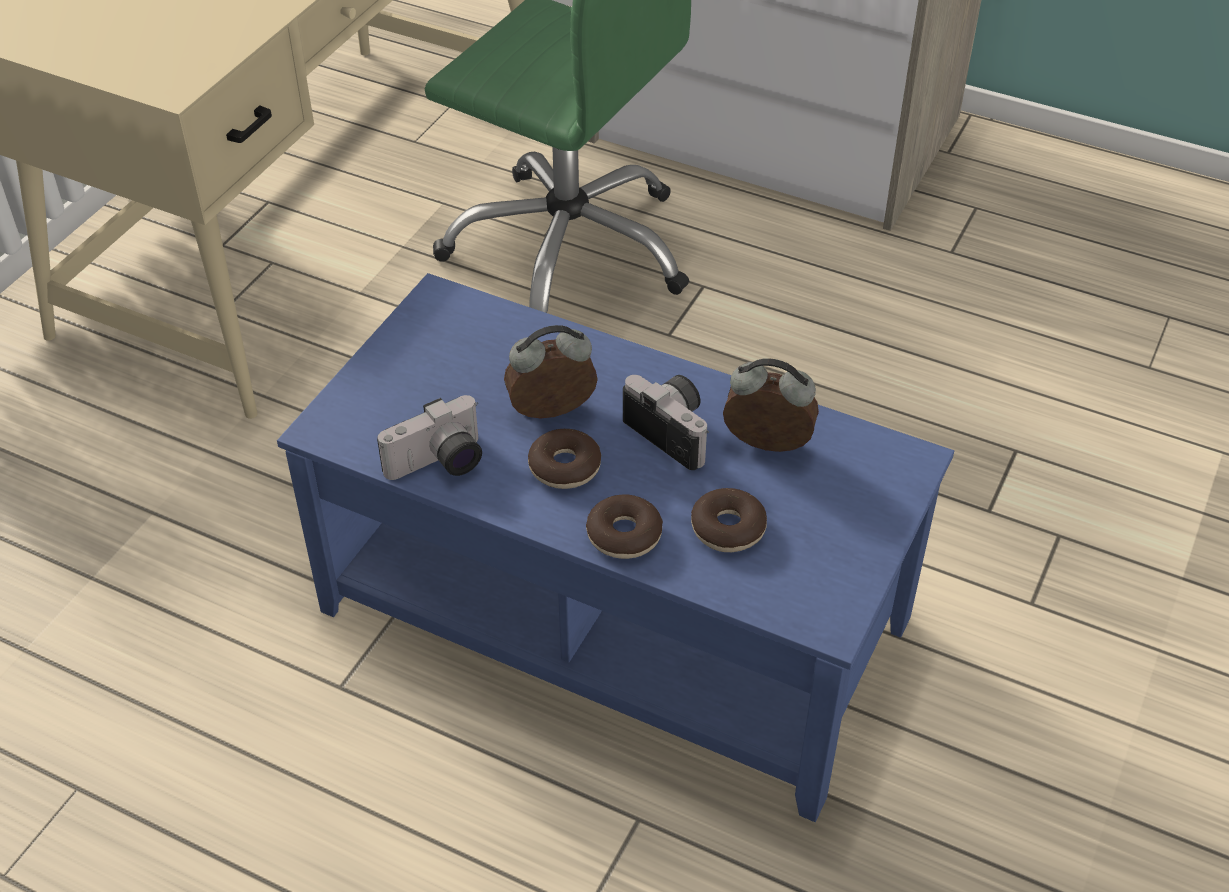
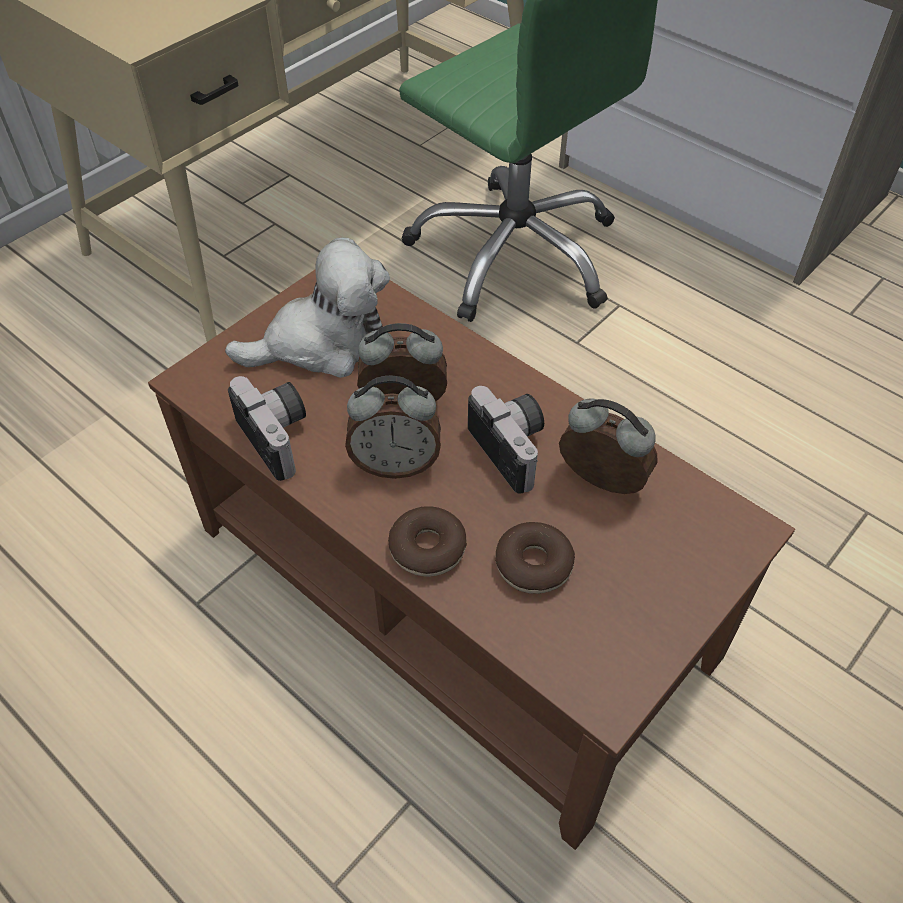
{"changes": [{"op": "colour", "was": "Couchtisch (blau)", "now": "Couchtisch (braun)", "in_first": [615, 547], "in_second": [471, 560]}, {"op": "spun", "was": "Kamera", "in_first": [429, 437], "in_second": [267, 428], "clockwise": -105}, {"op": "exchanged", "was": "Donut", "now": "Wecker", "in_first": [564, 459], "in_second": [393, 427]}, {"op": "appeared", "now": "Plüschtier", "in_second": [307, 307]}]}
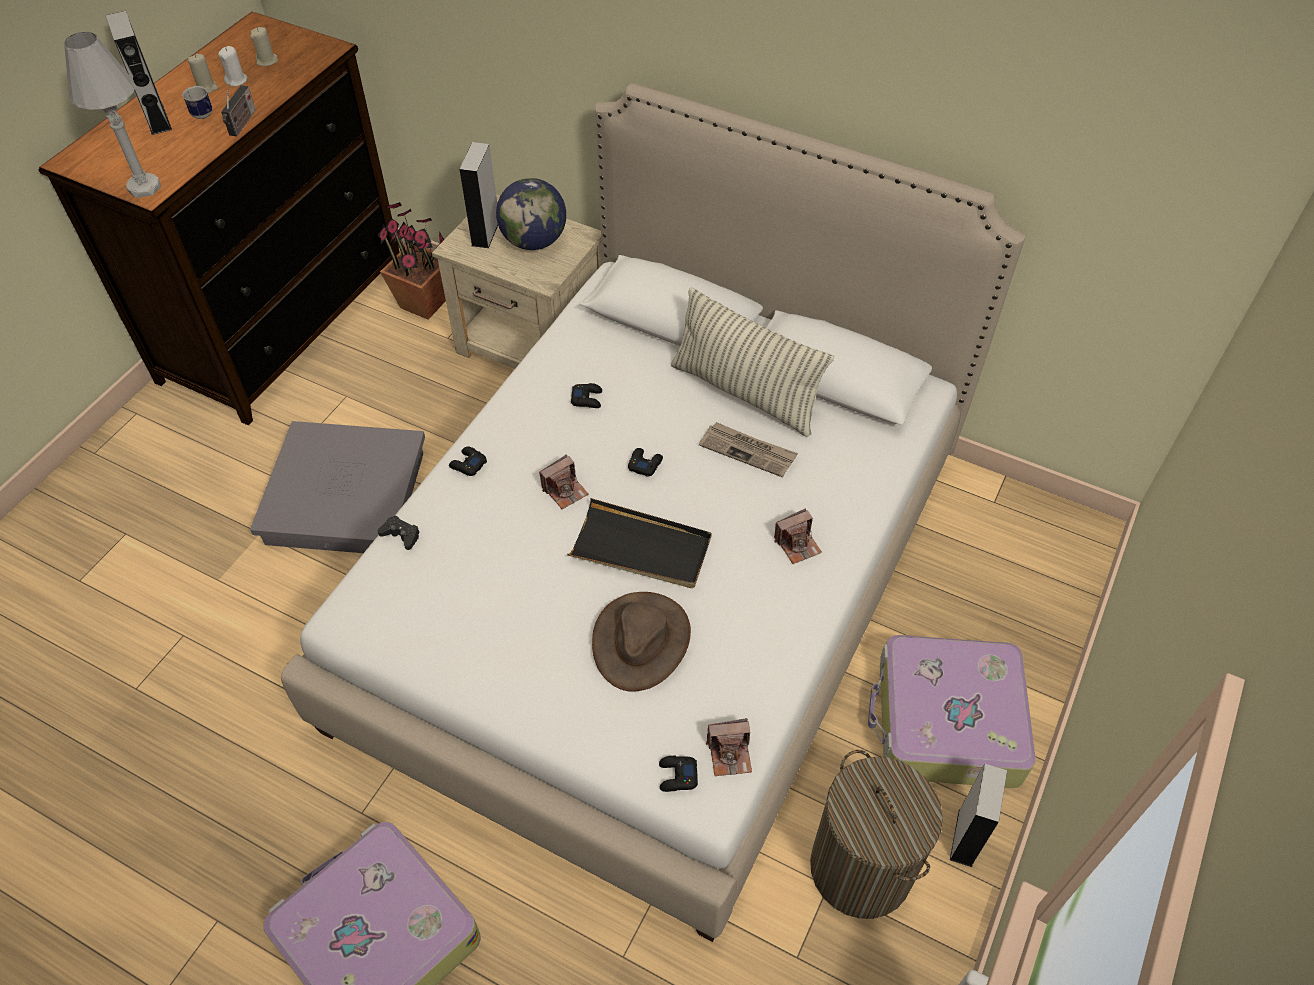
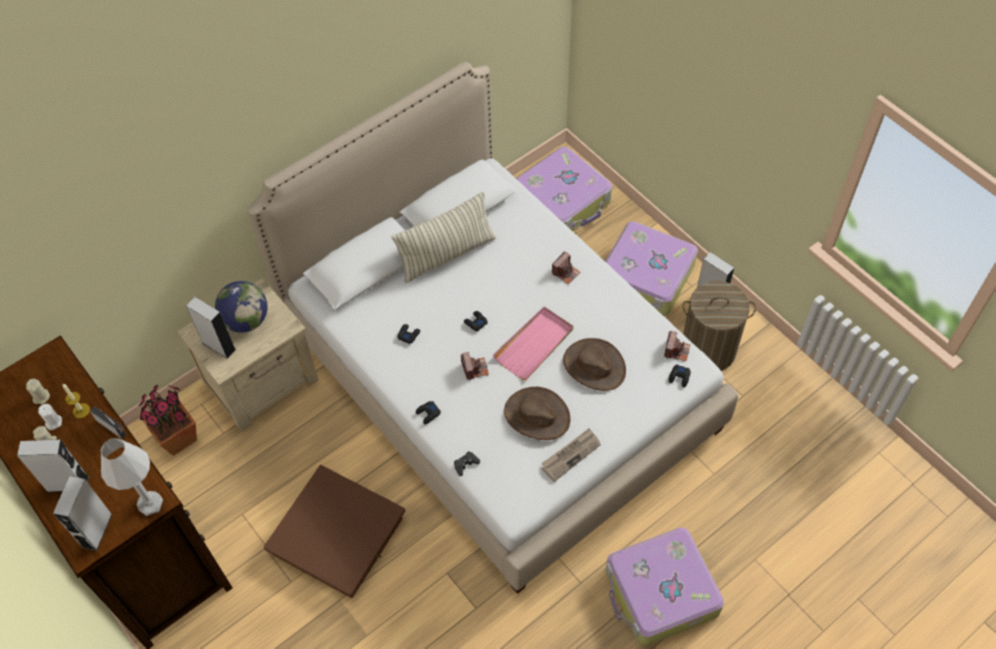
{"changes": [{"op": "missing", "was": "Henkelbecher", "in_first": [197, 102]}, {"op": "colour", "was": "Aufbewahrungsbox (grau)", "now": "Aufbewahrungsbox (braun)", "in_first": [337, 487], "in_second": [334, 531]}, {"op": "relocated", "was": "Zeitung", "in_first": [748, 449], "in_second": [571, 455]}, {"op": "colour", "was": "Tablett (schwarz)", "now": "Tablett (rosa)", "in_first": [639, 543], "in_second": [533, 343]}, {"op": "spun", "was": "Kamera", "in_first": [798, 536], "in_second": [566, 267], "clockwise": 45}, {"op": "appeared", "now": "Koffer", "in_second": [564, 188]}, {"op": "appeared", "now": "Kerze", "in_second": [76, 401]}, {"op": "appeared", "now": "Hut (braun)", "in_second": [537, 413]}, {"op": "appeared", "now": "Lautsprecher (grau)", "in_second": [82, 513]}]}
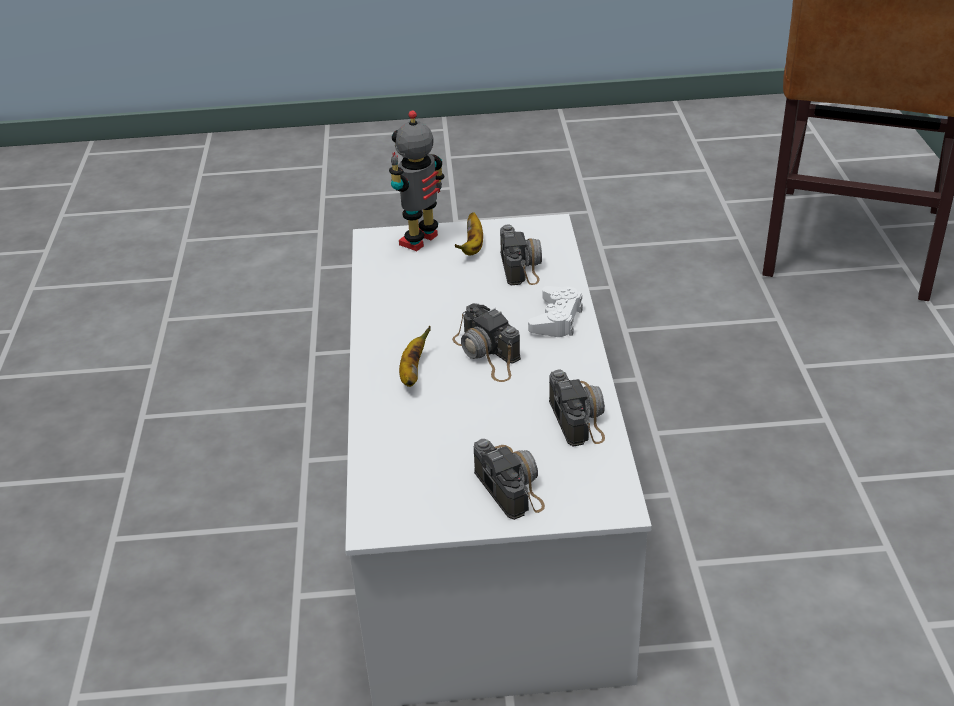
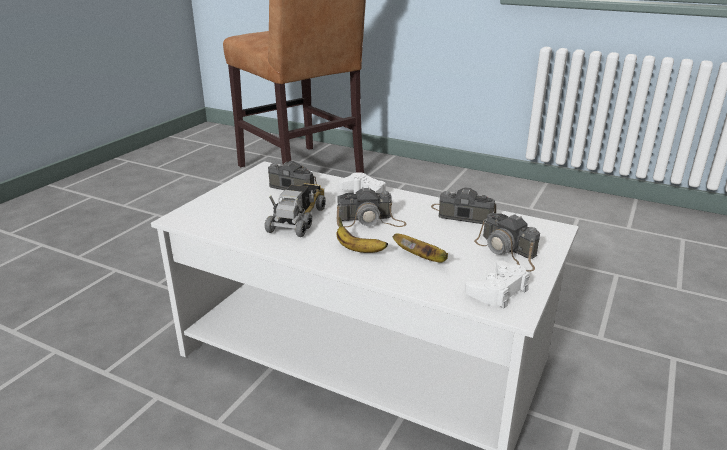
{"changes": [{"op": "missing", "was": "Spielzeugroboter", "in_first": [417, 180]}, {"op": "relocated", "was": "Banane", "in_first": [469, 234], "in_second": [420, 248]}, {"op": "spun", "was": "Kamera", "in_first": [509, 479], "in_second": [507, 242], "clockwise": -135}, {"op": "appeared", "now": "Spielzeuglaster", "in_second": [295, 210]}, {"op": "appeared", "now": "Gamepad (weiß)", "in_second": [497, 284]}]}
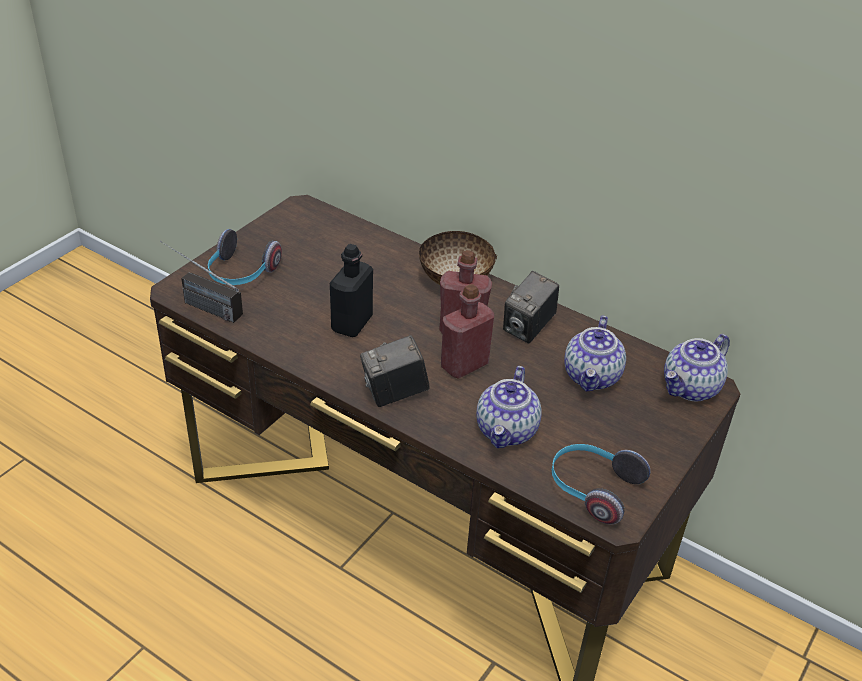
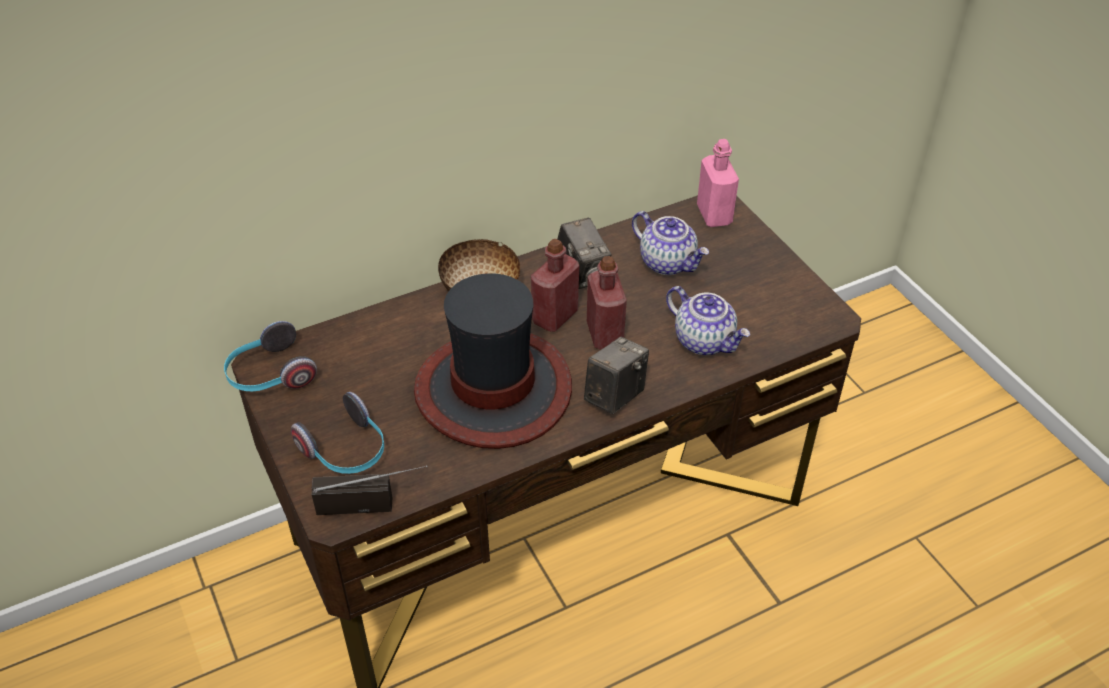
{"changes": [{"op": "spun", "was": "Radio", "in_first": [201, 282], "in_second": [370, 490], "clockwise": -150}, {"op": "exchanged", "was": "Flasche (schwarz)", "now": "Hut", "in_first": [351, 290], "in_second": [493, 361]}, {"op": "exchanged", "was": "Teekanne", "now": "Flasche (rosa)", "in_first": [697, 367], "in_second": [718, 183]}, {"op": "spun", "was": "Kamera", "in_first": [394, 371], "in_second": [616, 375], "clockwise": -150}, {"op": "relocated", "was": "Kopfhörer", "in_first": [601, 484], "in_second": [270, 356]}]}
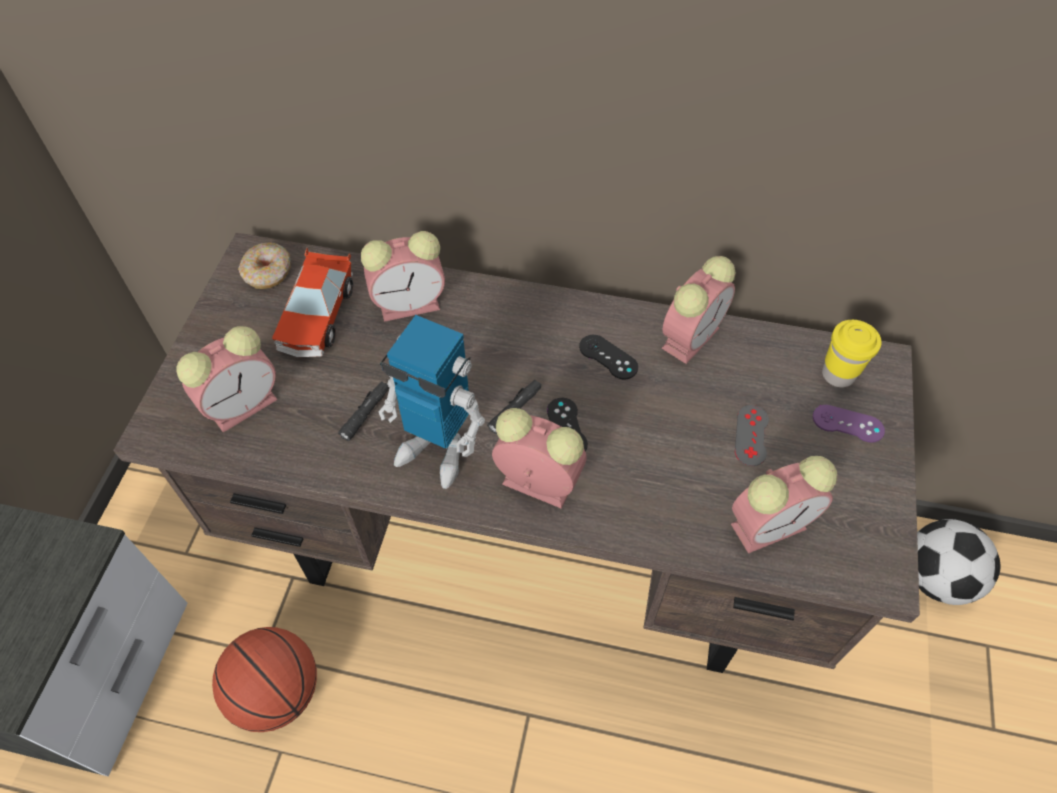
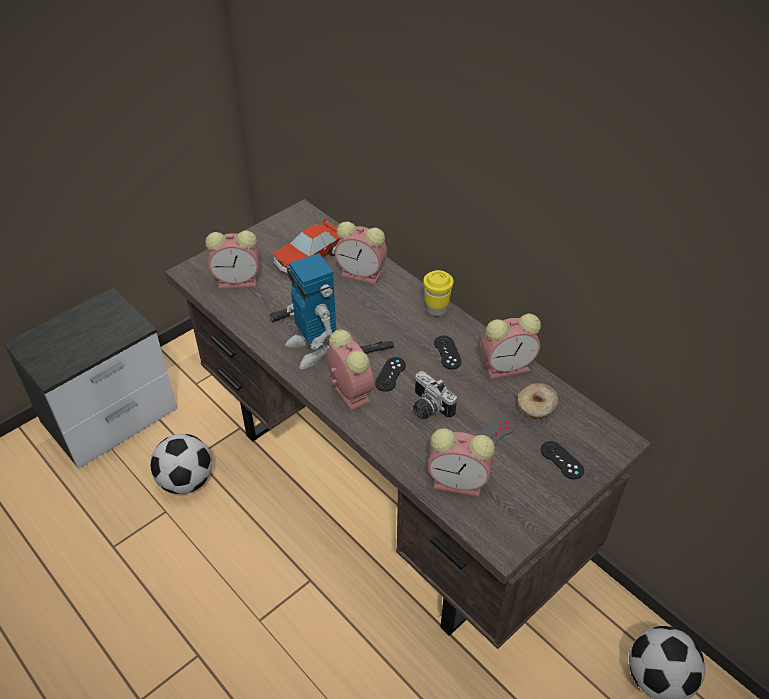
{"changes": [{"op": "relocated", "was": "Donut", "in_first": [264, 265], "in_second": [538, 400]}, {"op": "relocated", "was": "Tasse (gelb)", "in_first": [852, 354], "in_second": [438, 293]}, {"op": "colour", "was": "Gamepad (lila)", "now": "Gamepad (schwarz)", "in_first": [849, 424], "in_second": [562, 460]}, {"op": "exchanged", "was": "Basketball", "now": "Fußball", "in_first": [264, 679], "in_second": [181, 464]}, {"op": "appeared", "now": "Kamera", "in_second": [435, 395]}]}
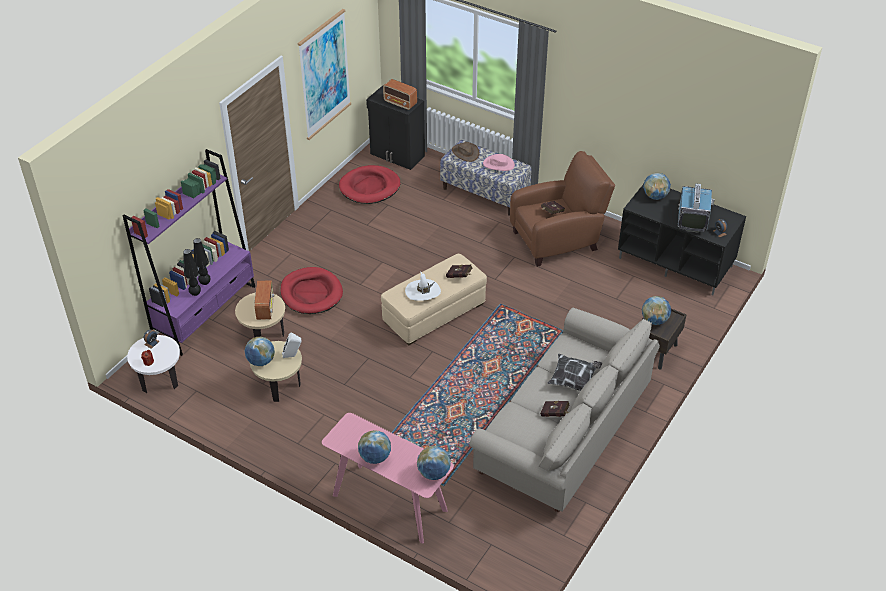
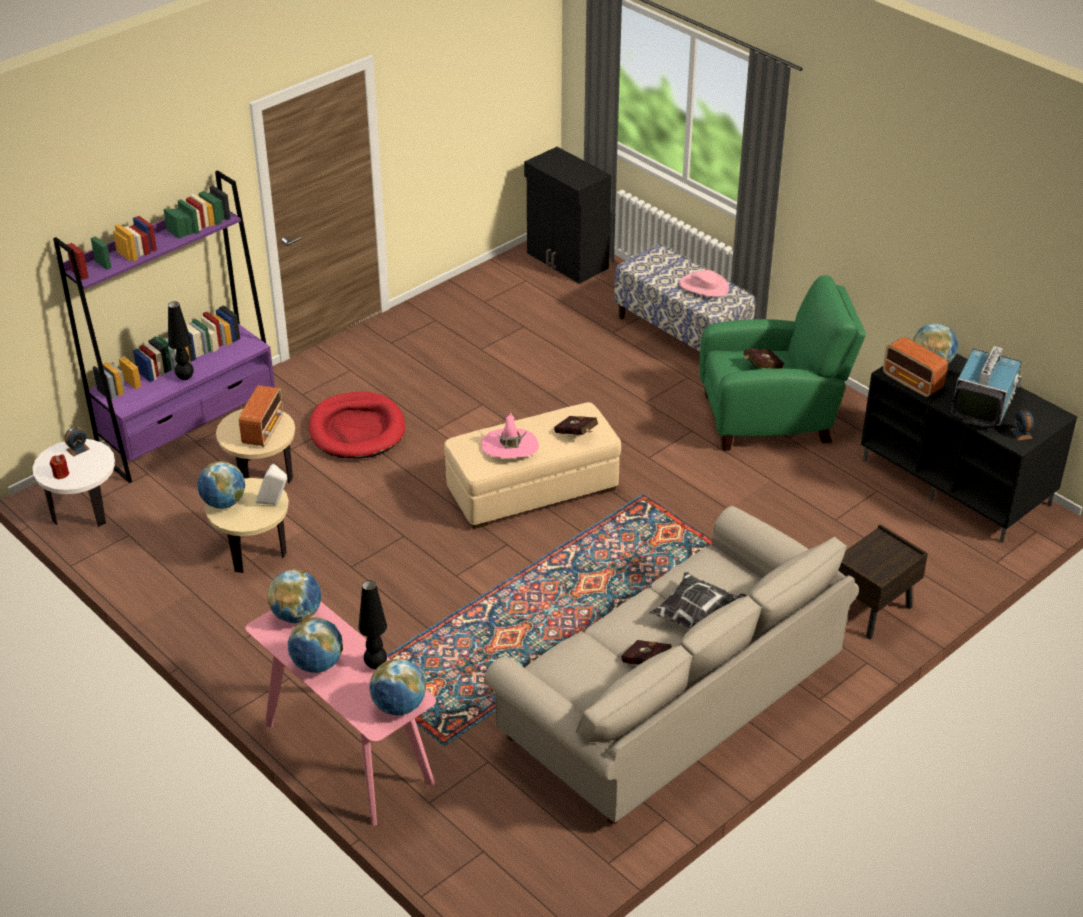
{"changes": [{"op": "missing", "was": "Bild", "in_first": [324, 74]}, {"op": "relocated", "was": "Radio", "in_first": [400, 94], "in_second": [915, 367]}, {"op": "missing", "was": "Hut (braun)", "in_first": [466, 152]}, {"op": "colour", "was": "Sessel (braun)", "now": "Sessel (grün)", "in_first": [562, 209], "in_second": [783, 363]}, {"op": "missing", "was": "Hundebett (rot)", "in_first": [370, 184]}, {"op": "relocated", "was": "Tischlampe (schwarz)", "in_first": [192, 272], "in_second": [372, 624]}, {"op": "colour", "was": "Hut (weiß)", "now": "Hut (rosa)", "in_first": [423, 286], "in_second": [510, 435]}, {"op": "relocated", "was": "Globus", "in_first": [656, 310], "in_second": [294, 596]}]}
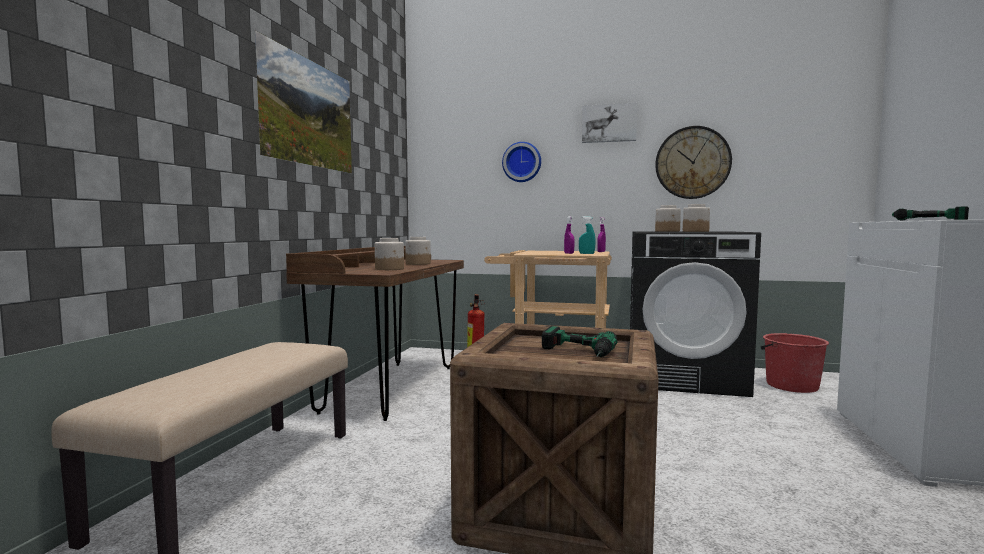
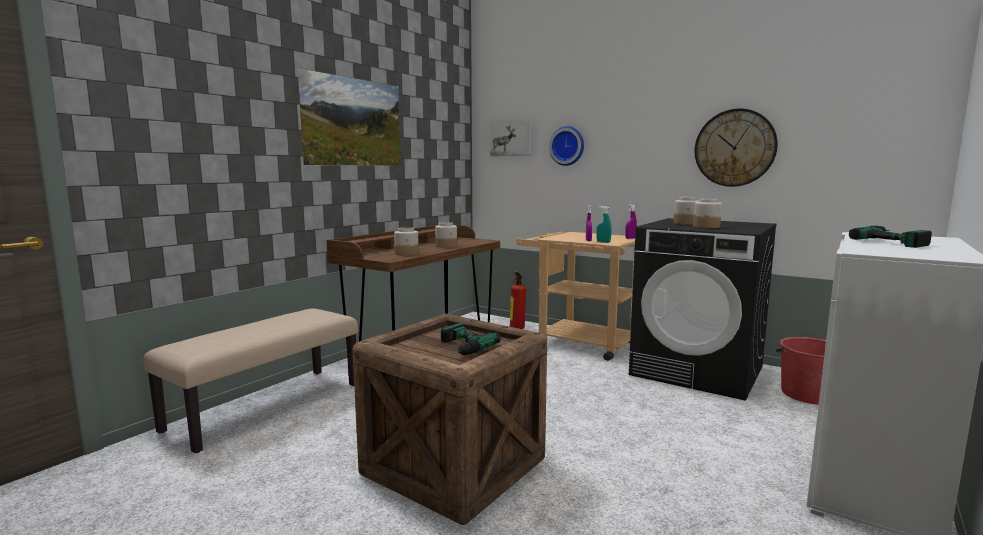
{"changes": [{"op": "relocated", "was": "Bild", "in_first": [609, 123], "in_second": [511, 139]}]}
